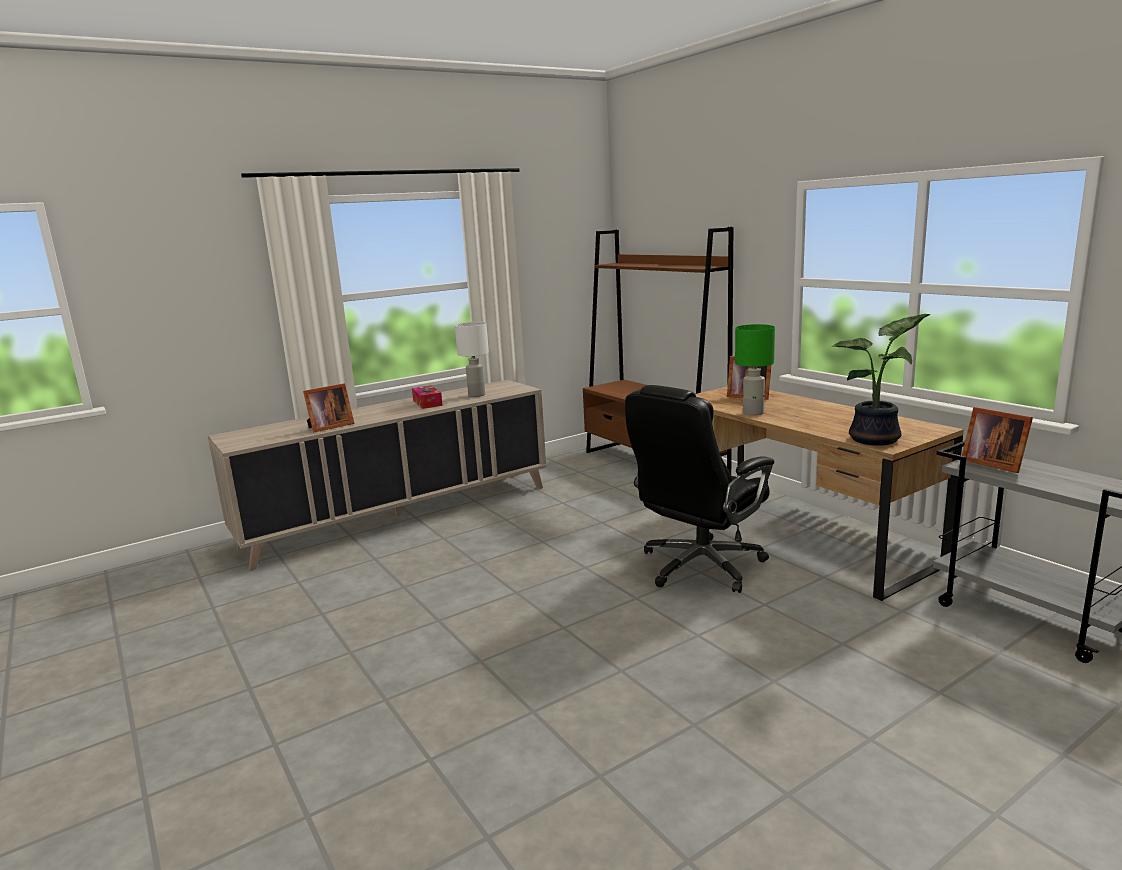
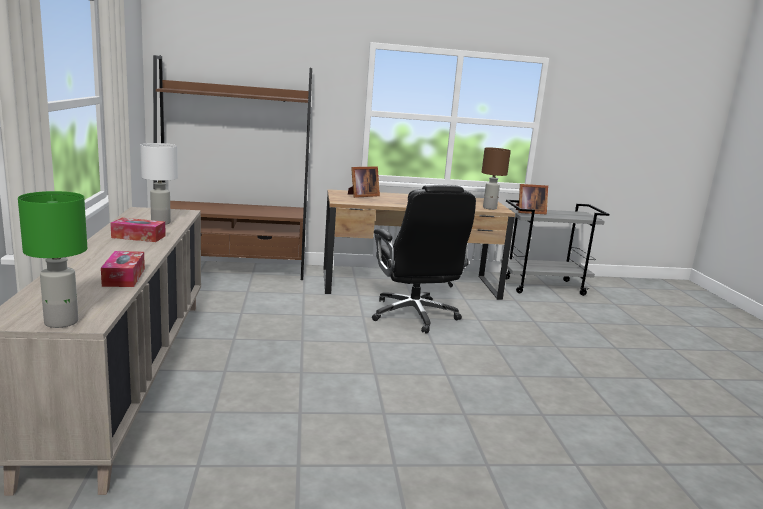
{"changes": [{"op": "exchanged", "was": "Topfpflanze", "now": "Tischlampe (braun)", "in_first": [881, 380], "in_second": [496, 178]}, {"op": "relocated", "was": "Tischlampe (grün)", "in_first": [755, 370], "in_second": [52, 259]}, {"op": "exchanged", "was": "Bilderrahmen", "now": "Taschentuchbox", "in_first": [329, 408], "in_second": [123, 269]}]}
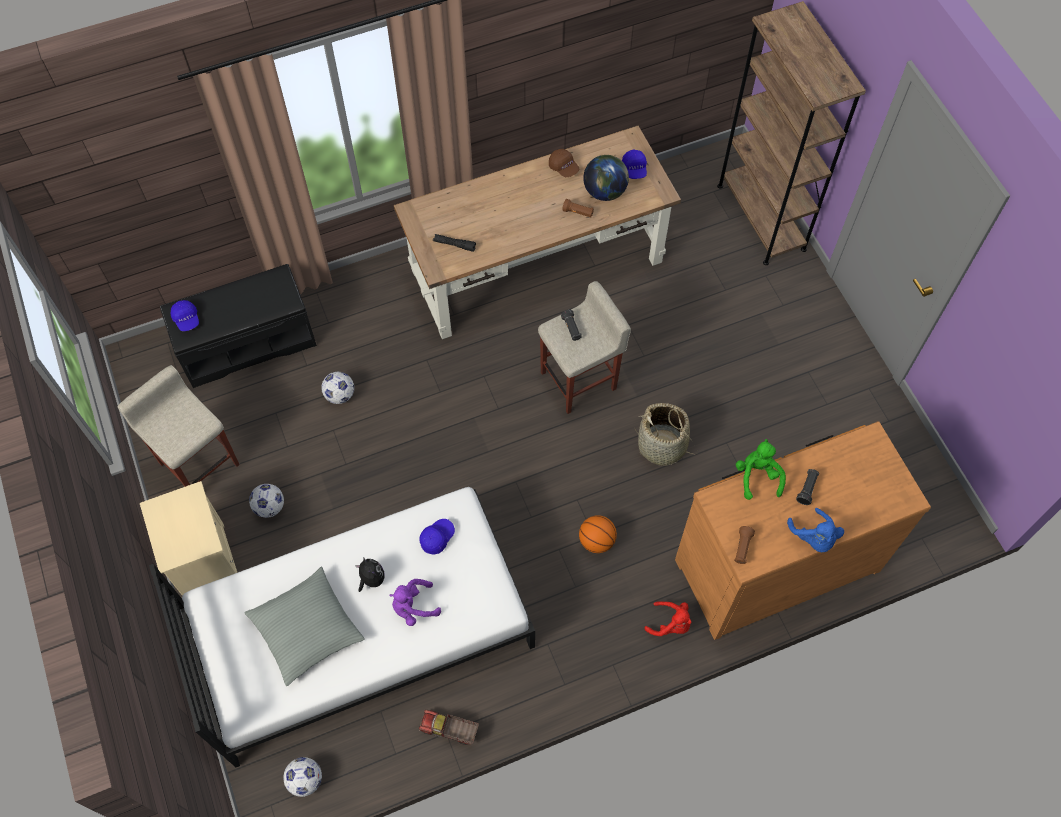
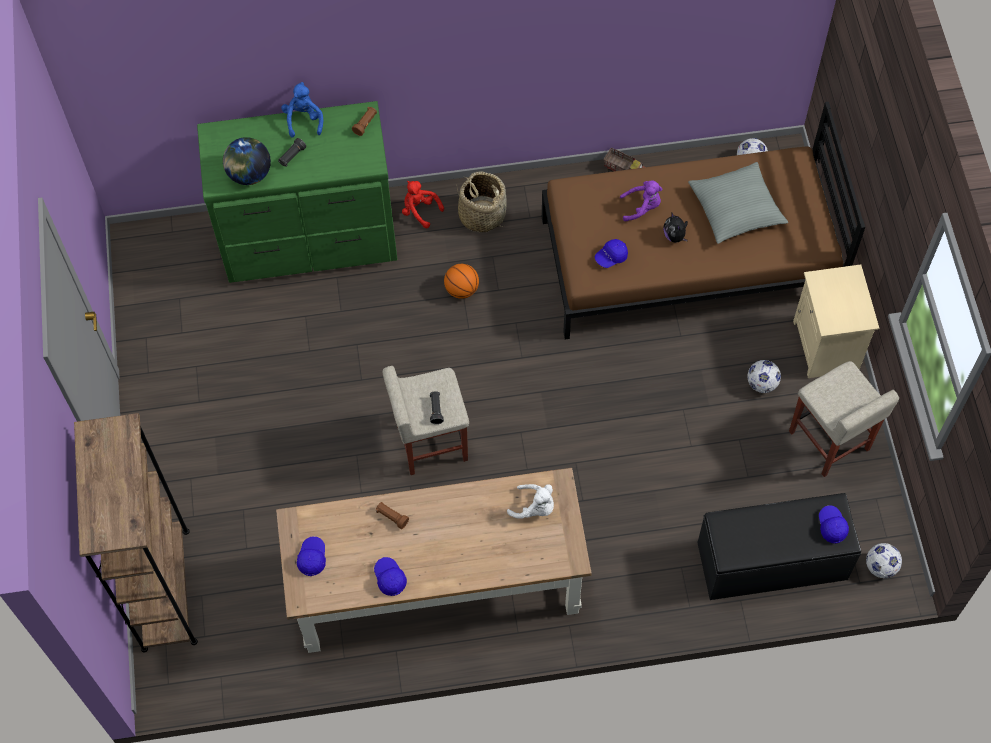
{"changes": [{"op": "colour", "was": "Kappe (braun)", "now": "Kappe (blau)", "in_first": [564, 163], "in_second": [390, 576]}, {"op": "relocated", "was": "Globus", "in_first": [606, 178], "in_second": [247, 161]}, {"op": "exchanged", "was": "Taschenlampe (schwarz)", "now": "Plüschtier (weiß)", "in_first": [454, 243], "in_second": [530, 501]}, {"op": "relocated", "was": "Fußball", "in_first": [337, 388], "in_second": [884, 560]}, {"op": "relocated", "was": "Korb", "in_first": [666, 434], "in_second": [482, 201]}, {"op": "colour", "was": "Kommode (braun)", "now": "Kommode (grün)", "in_first": [803, 530], "in_second": [297, 192]}, {"op": "missing", "was": "Plüschtier (grün)", "in_first": [761, 469]}, {"op": "colour", "was": "Bett (weiß)", "now": "Bett (braun)", "in_first": [342, 627], "in_second": [703, 221]}]}
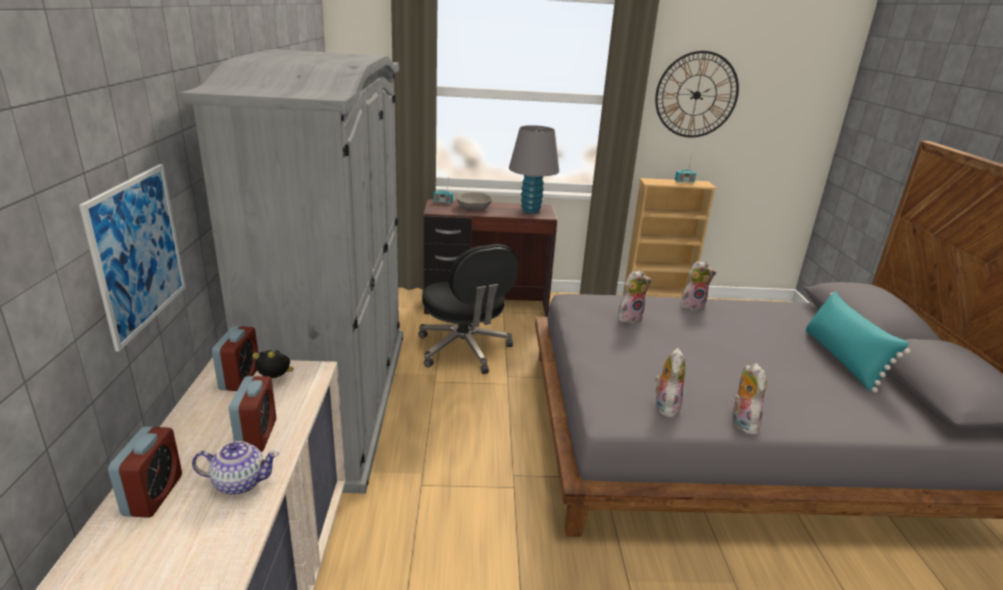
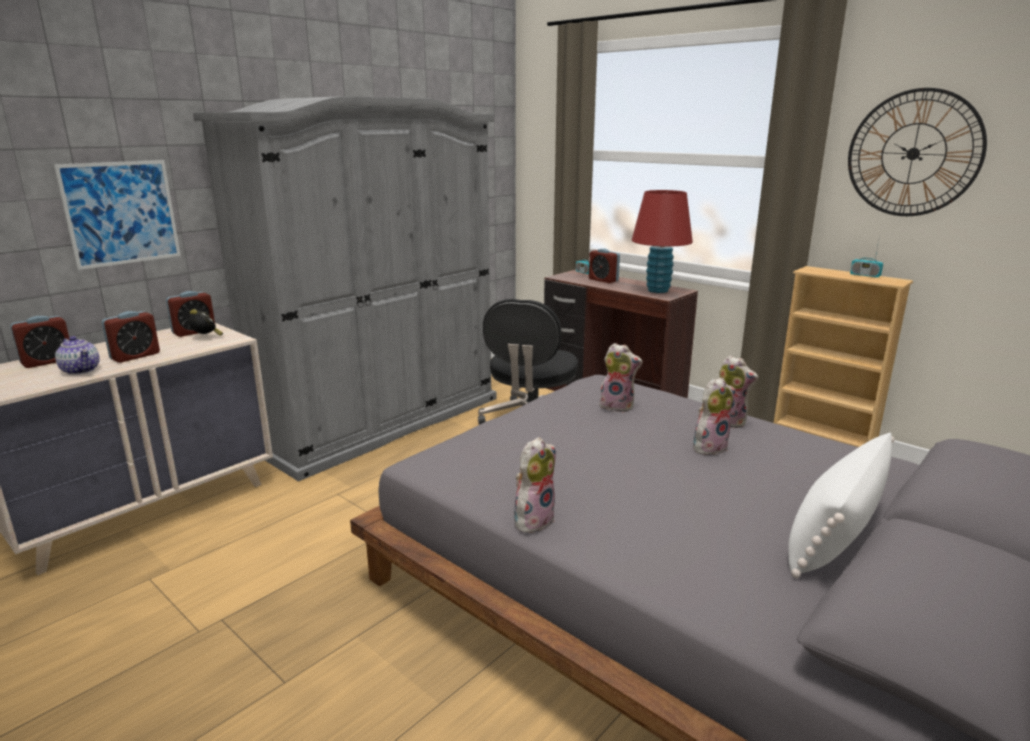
{"changes": [{"op": "colour", "was": "Tischlampe (grau)", "now": "Tischlampe (rot)", "in_first": [534, 169], "in_second": [662, 241]}, {"op": "exchanged", "was": "Schüssel (grau)", "now": "Wecker", "in_first": [474, 201], "in_second": [604, 266]}, {"op": "colour", "was": "Kissen (türkis)", "now": "Kissen (weiß)", "in_first": [858, 342], "in_second": [841, 505]}, {"op": "relocated", "was": "Plüschtier", "in_first": [670, 383], "in_second": [714, 416]}]}
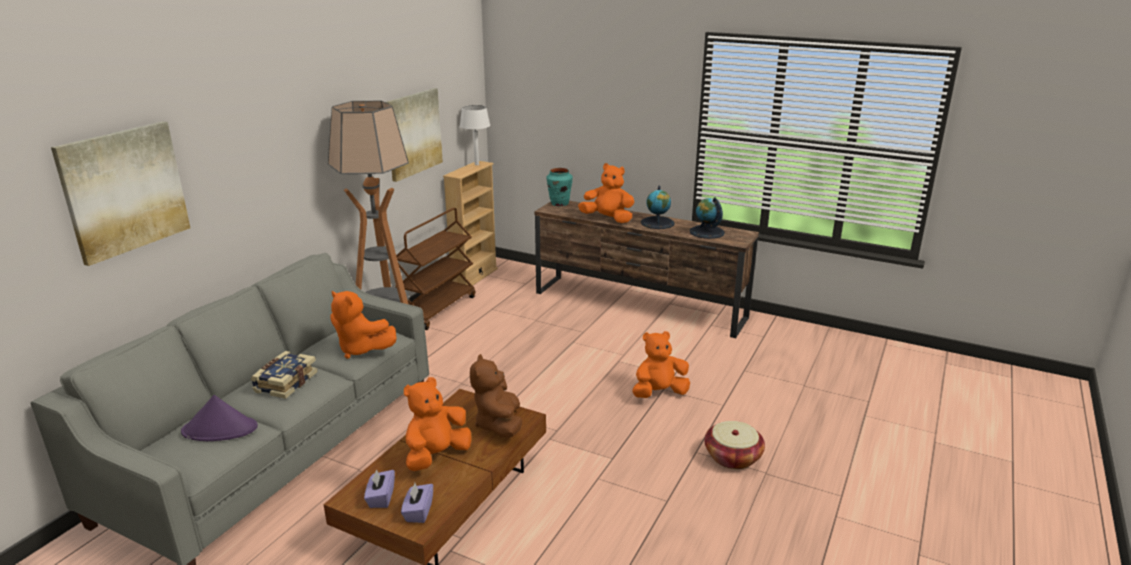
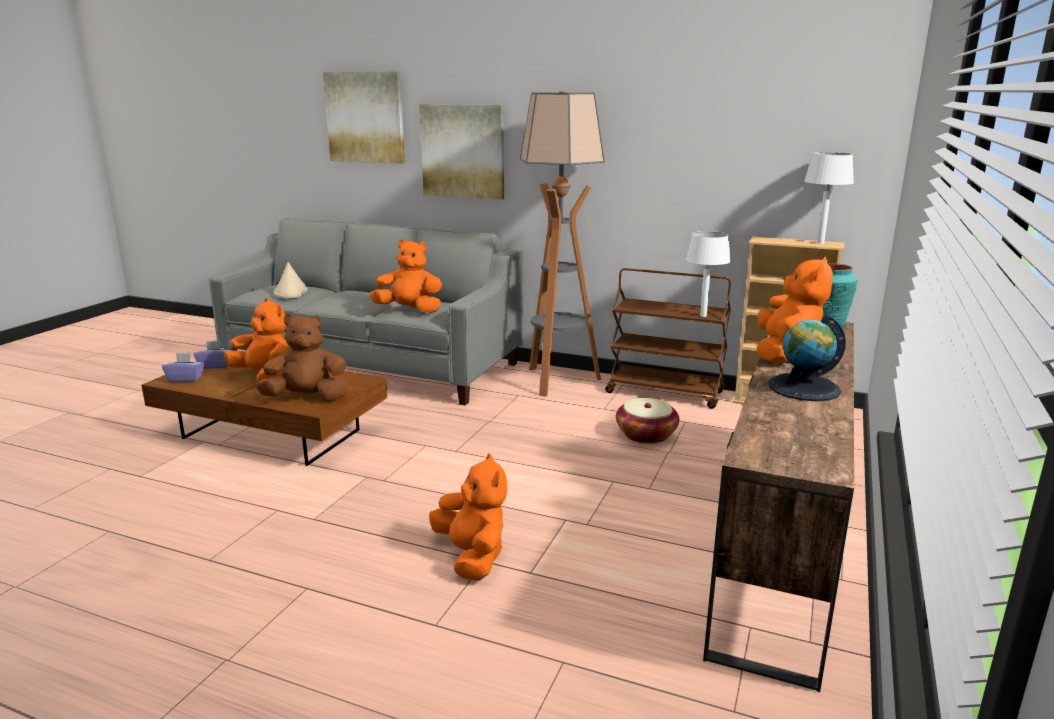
{"changes": [{"op": "relocated", "was": "Bild", "in_first": [414, 135], "in_second": [461, 152]}, {"op": "missing", "was": "Globus", "in_first": [707, 218]}, {"op": "spun", "was": "Plüschtier (orange)", "in_first": [363, 325], "in_second": [406, 276], "clockwise": 75}, {"op": "missing", "was": "Buch", "in_first": [284, 375]}, {"op": "colour", "was": "Hut (lila)", "now": "Hut (beige)", "in_first": [219, 418], "in_second": [291, 280]}, {"op": "relocated", "was": "Korb", "in_first": [735, 445], "in_second": [647, 421]}, {"op": "appeared", "now": "Tischlampe (weiß)", "in_second": [708, 274]}]}
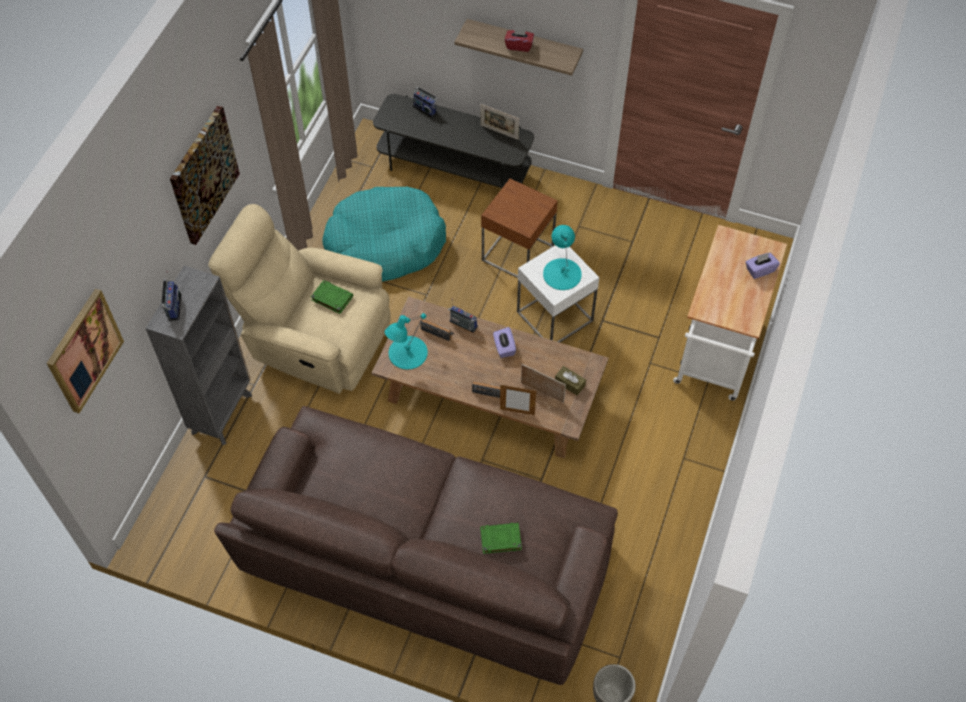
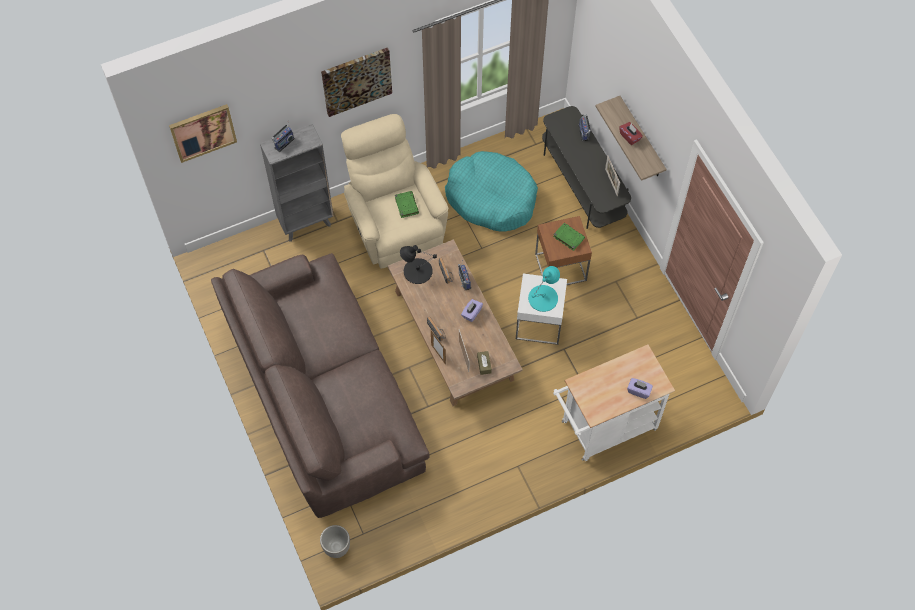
{"changes": [{"op": "colour", "was": "Tischlampe (türkis)", "now": "Tischlampe (schwarz)", "in_first": [406, 341], "in_second": [418, 264]}, {"op": "relocated", "was": "Buch (grün)", "in_first": [501, 538], "in_second": [569, 237]}]}
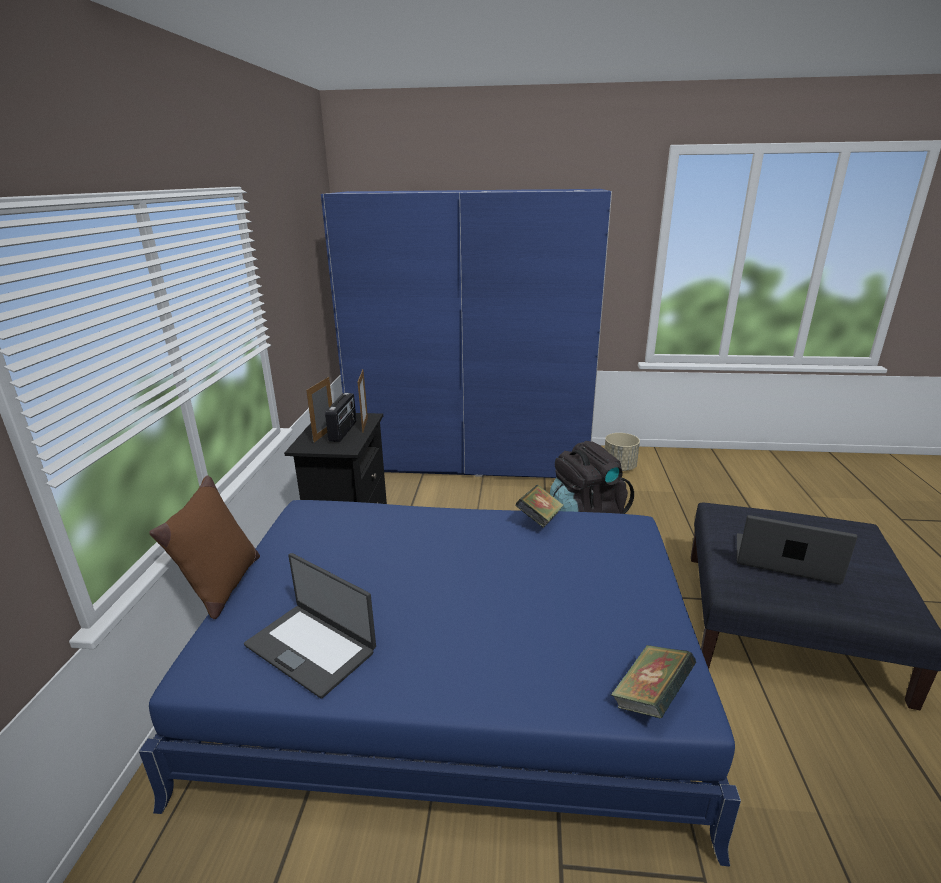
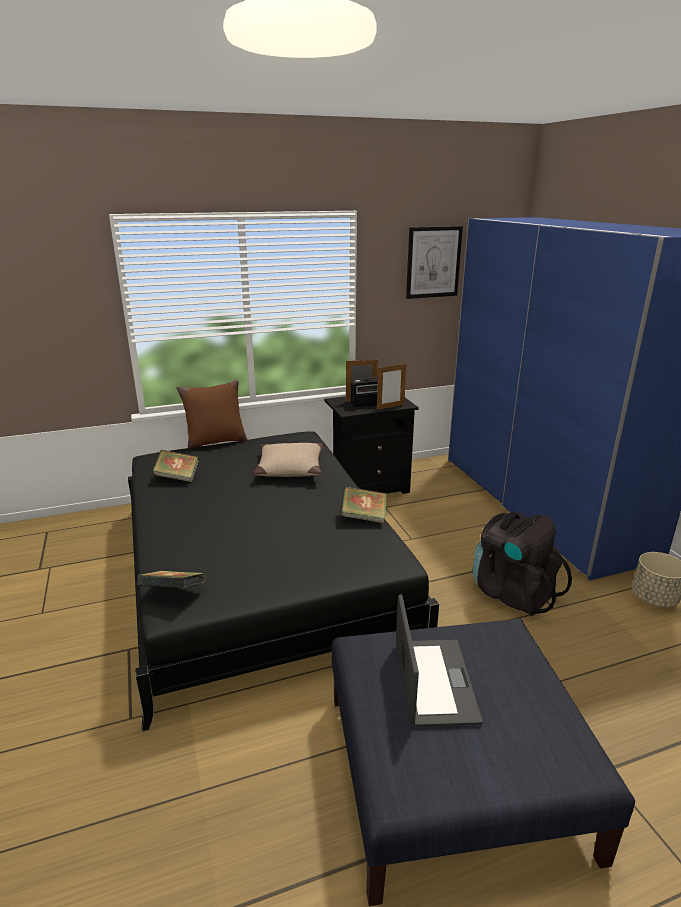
{"changes": [{"op": "colour", "was": "Bett (blau)", "now": "Bett (schwarz)", "in_first": [440, 683], "in_second": [283, 581]}, {"op": "exchanged", "was": "Laptop", "now": "Buch", "in_first": [310, 626], "in_second": [176, 466]}, {"op": "appeared", "now": "Bild", "in_second": [434, 262]}, {"op": "appeared", "now": "Kissen (beige)", "in_second": [288, 460]}]}
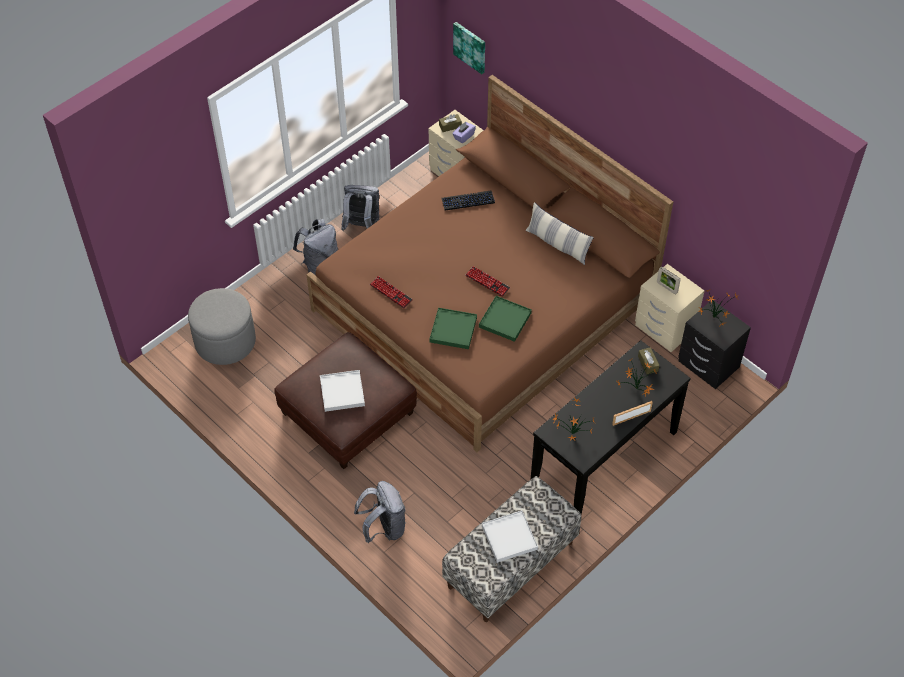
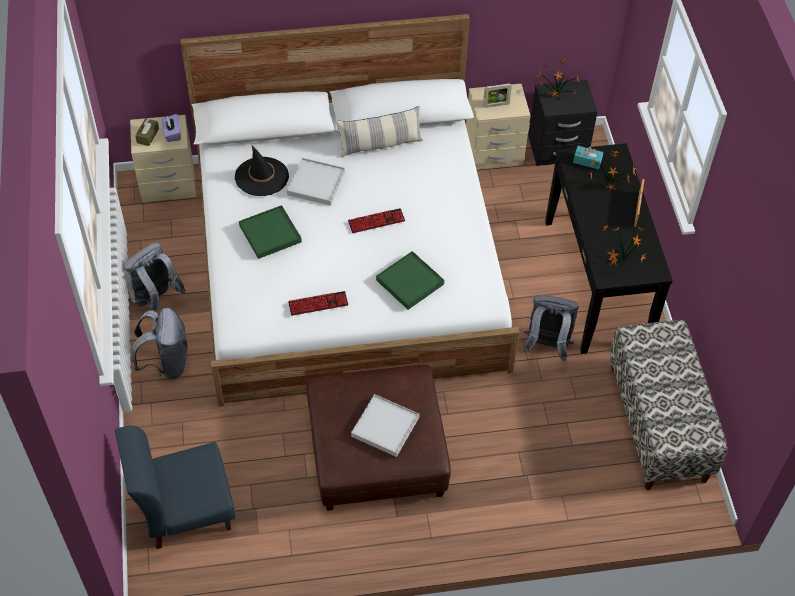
{"changes": [{"op": "missing", "was": "Bild", "in_first": [469, 48]}, {"op": "colour", "was": "Bett (braun)", "now": "Bett (weiß)", "in_first": [490, 263], "in_second": [349, 210]}, {"op": "exchanged", "was": "Tastatur", "now": "Hut (schwarz)", "in_first": [468, 201], "in_second": [262, 170]}, {"op": "exchanged", "was": "Polsterhocker (grau)", "now": "Stuhl (blau)", "in_first": [222, 326], "in_second": [175, 487]}, {"op": "relocated", "was": "Tablett (grün)", "in_first": [505, 319], "in_second": [270, 232]}, {"op": "colour", "was": "Taschentuchbox (braun)", "now": "Taschentuchbox (türkis)", "in_first": [649, 360], "in_second": [588, 157]}, {"op": "relocated", "was": "Rucksack (grau)", "in_first": [380, 512], "in_second": [551, 328]}, {"op": "relocated", "was": "Tablett (weiß)", "in_first": [510, 536], "in_second": [316, 182]}]}
